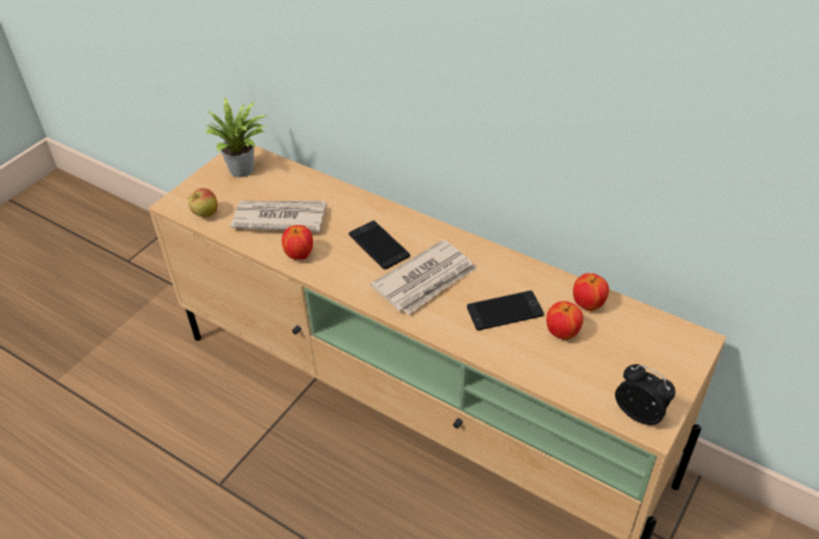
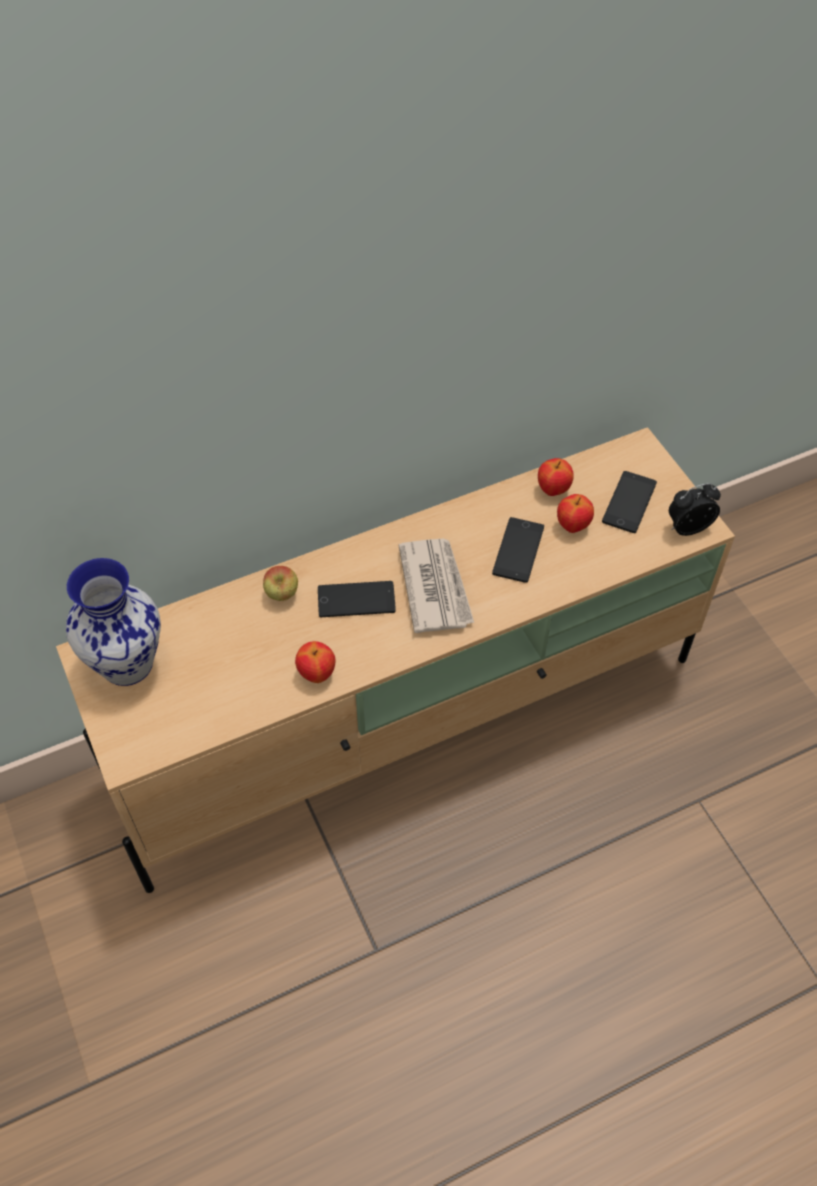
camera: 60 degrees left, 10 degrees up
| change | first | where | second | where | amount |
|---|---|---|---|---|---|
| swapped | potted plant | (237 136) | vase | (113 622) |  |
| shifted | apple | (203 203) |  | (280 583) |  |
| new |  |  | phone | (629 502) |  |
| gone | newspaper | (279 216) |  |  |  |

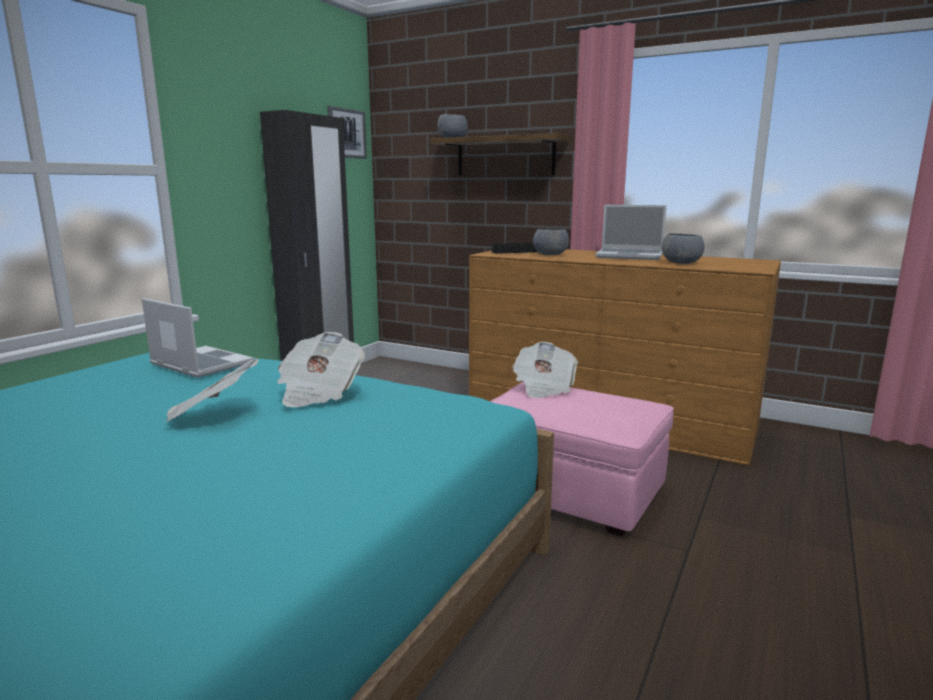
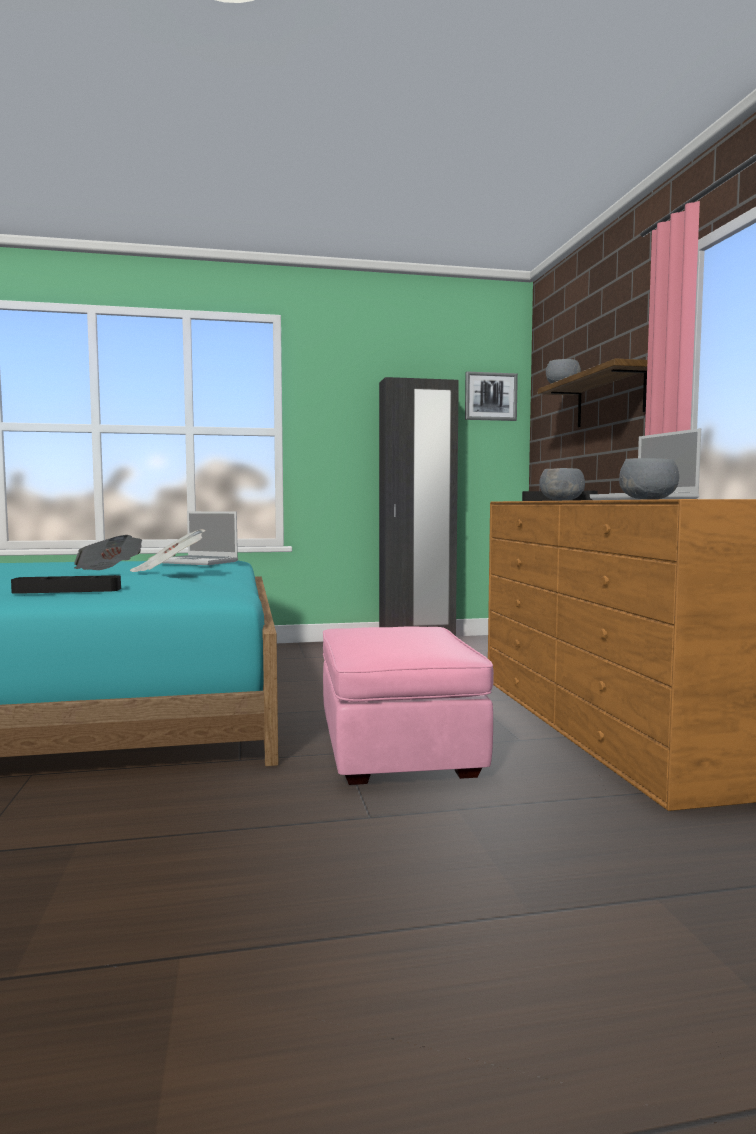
camera: 50 degrees right, 10 degrees down
| change | first | where | second | where | amount |
|---|---|---|---|---|---|
| new |  |  | black tray | (66 584) |  |
| rotated | laptop | (198 338) |  | (200 538) | 120 degrees clockwise |
| gone | newspaper | (545 370) |  |  |  |

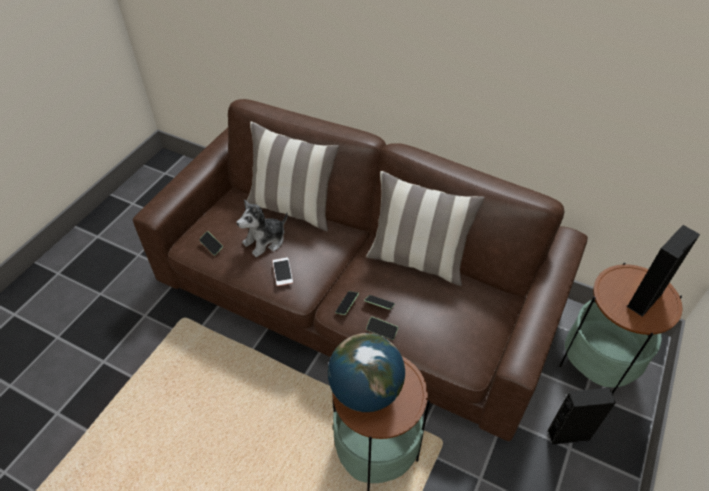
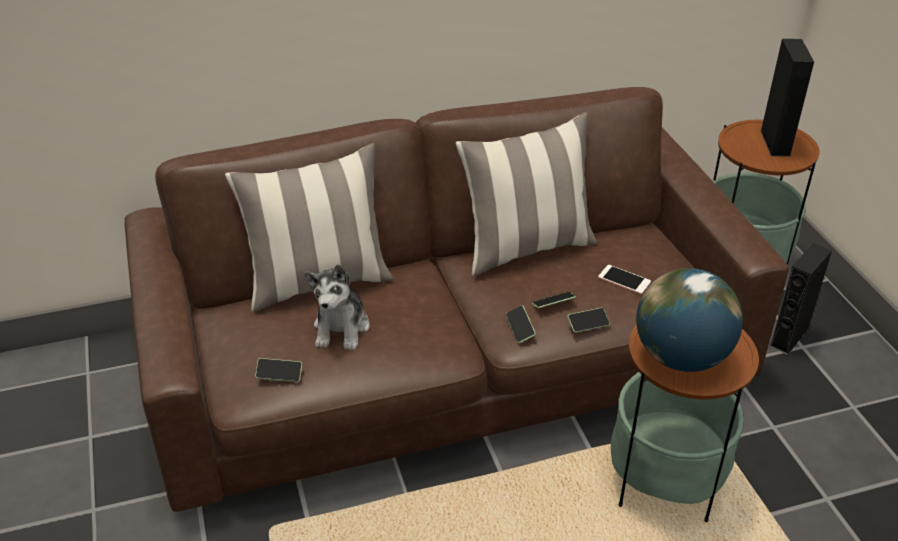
camera: 45 degrees left, 10 degrees down
| change | first | where | second | where | amount |
|---|---|---|---|---|---|
| shifted | phone | (282 272) |  | (624 279) |  |

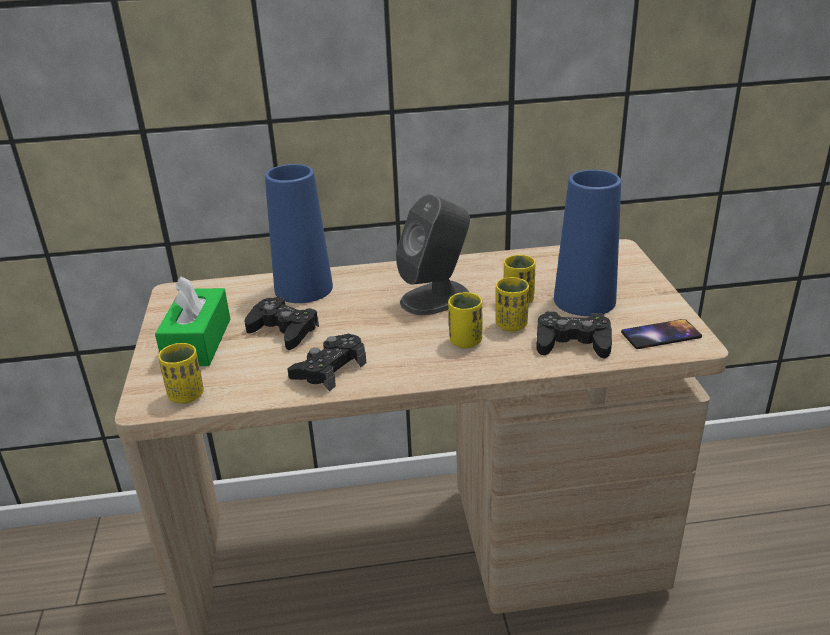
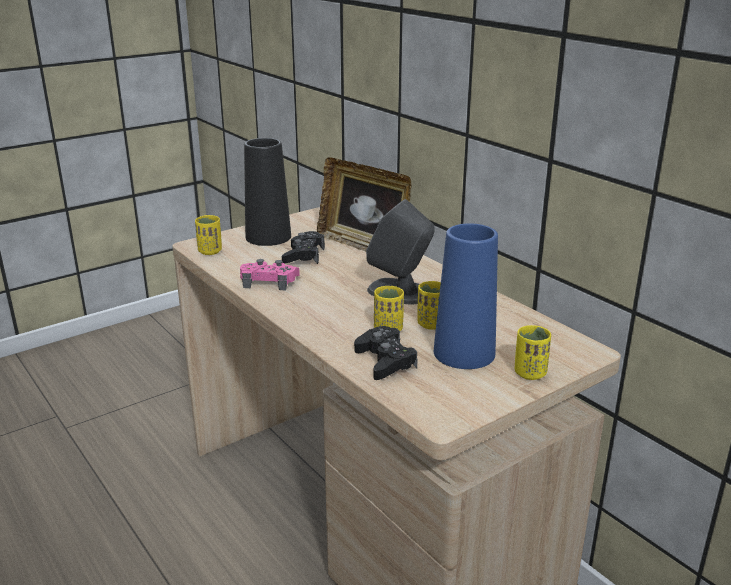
camera: 60 degrees right, 5 degrees down
| change | first | where | second | where | amount |
|---|---|---|---|---|---|
| repainted | black game controller | (327 362) | pink game controller | (270 274) |  |
| swapped | green tissue box | (192 321) | black vase | (267 192) |  |
| swapped | blue vase | (299 233) | picture frame | (364 204) |  |
| shifted | yellow cup | (465 320) |  | (532 352) |  |
| gone | phone | (661 334) |  |  |  |

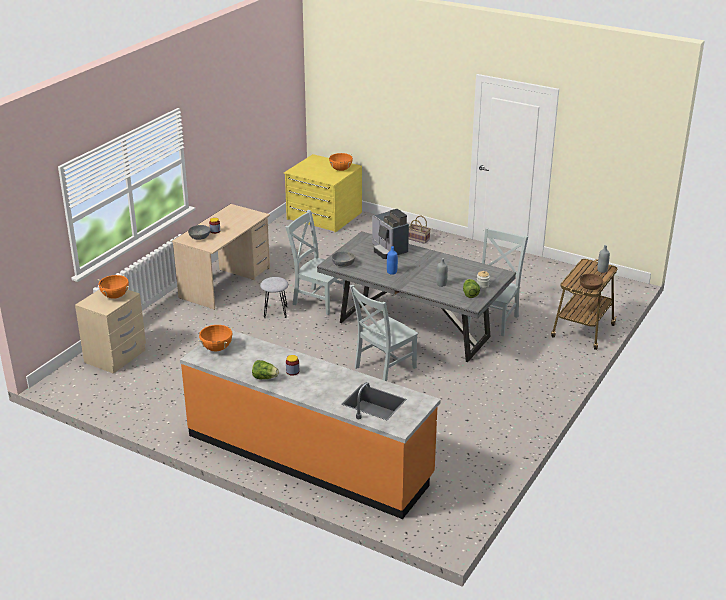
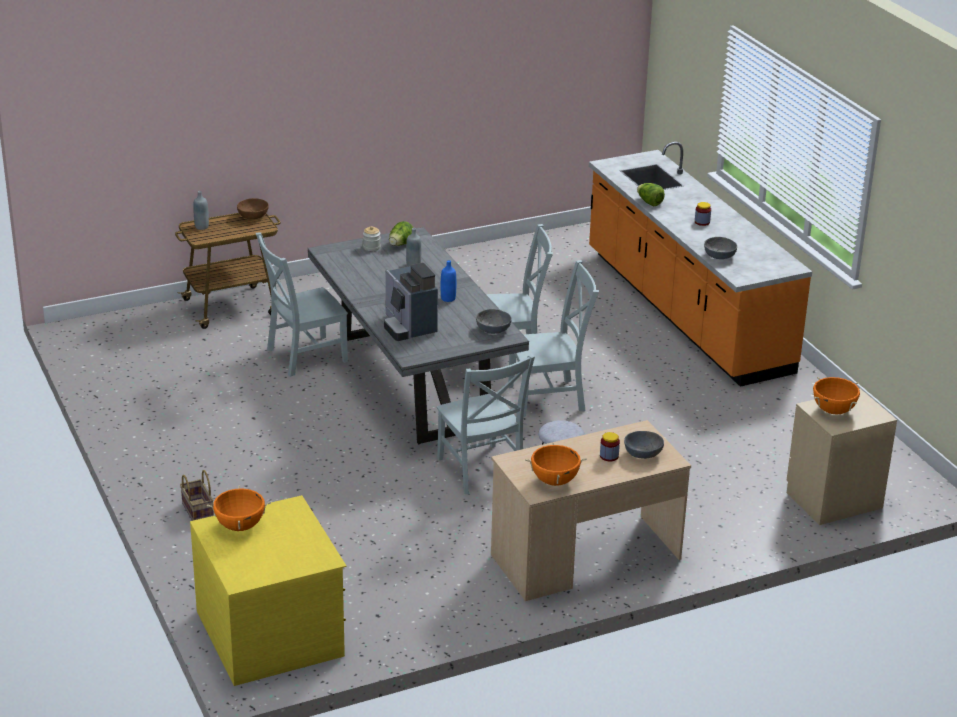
camera: 145 degrees left, 0 degrees up
| change | first | where | second | where | amount |
|---|---|---|---|---|---|
| rotated | coffee machine | (390 234) |  | (411 302) | 150 degrees clockwise |
| new |  |  | grey chair | (553 338) |  |
| shifted | orange cooking pot | (215 338) |  | (556 464) |  |
| shifted | lettuce | (265 369) |  | (651 194) |  |
| new |  |  | grey bowl | (720 248) |  |

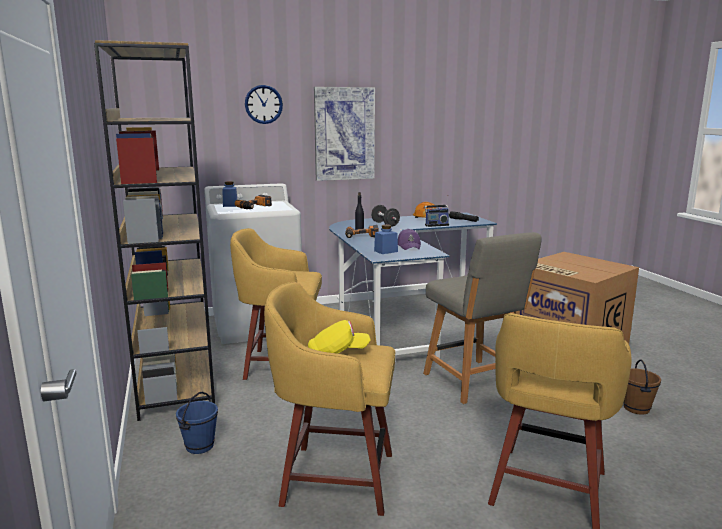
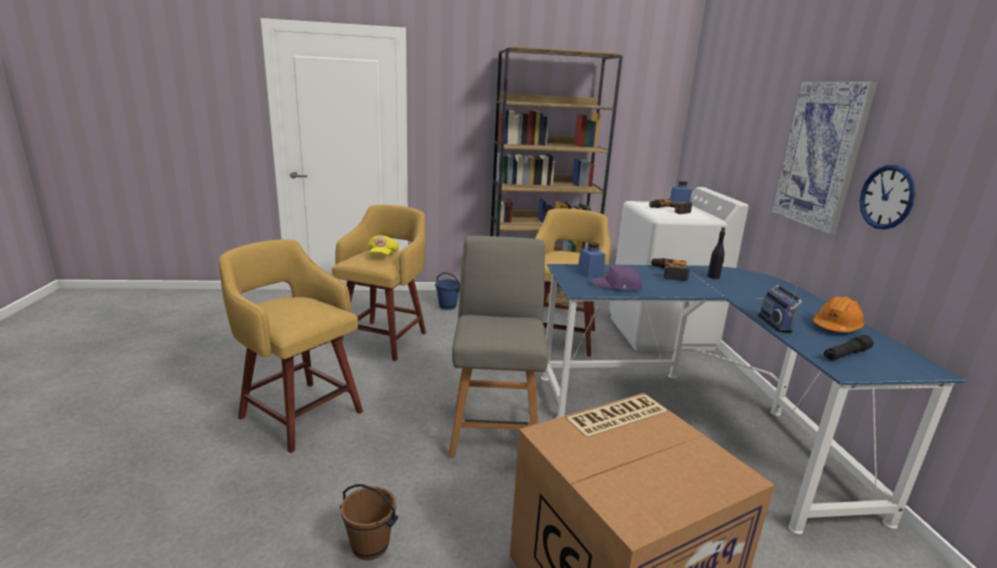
camera: 100 degrees right, 5 degrees up
| change | first | where | second | where | amount |
|---|---|---|---|---|---|
| rotated | grey chair | (482 318) |  | (499 347) | 105 degrees clockwise |
| shifted | wall clock | (264 104) |  | (888 197) |  |
| gone | black dumbbell | (385 216) |  |  |  |

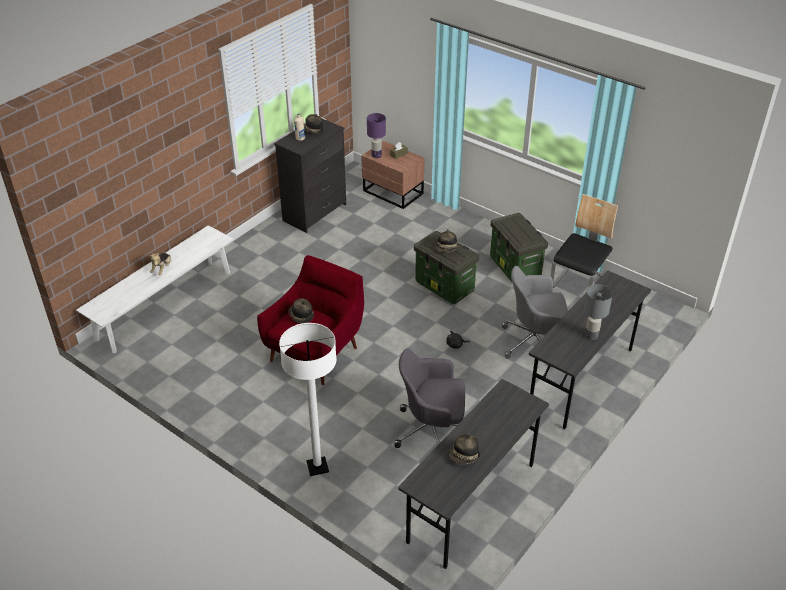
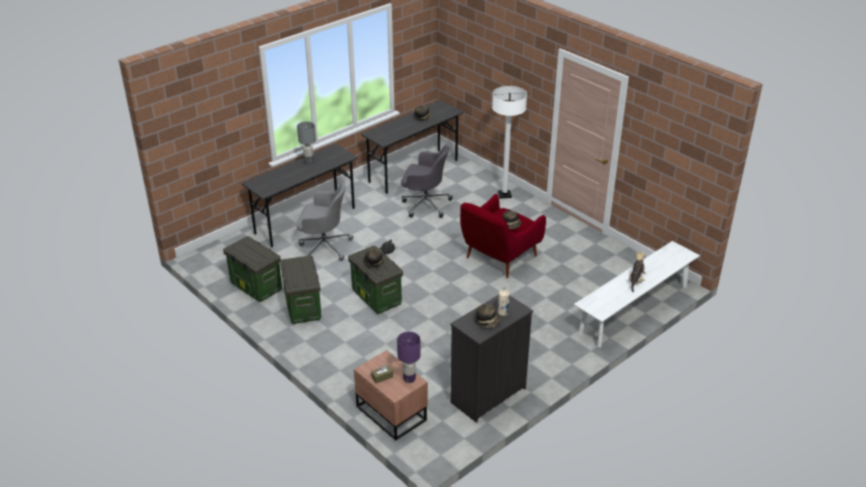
camera: 170 degrees left, 5 degrees down
| change | first | where | second | where | amount |
|---|---|---|---|---|---|
| swapped | chair | (584 241) | storage box | (252 269) |  |

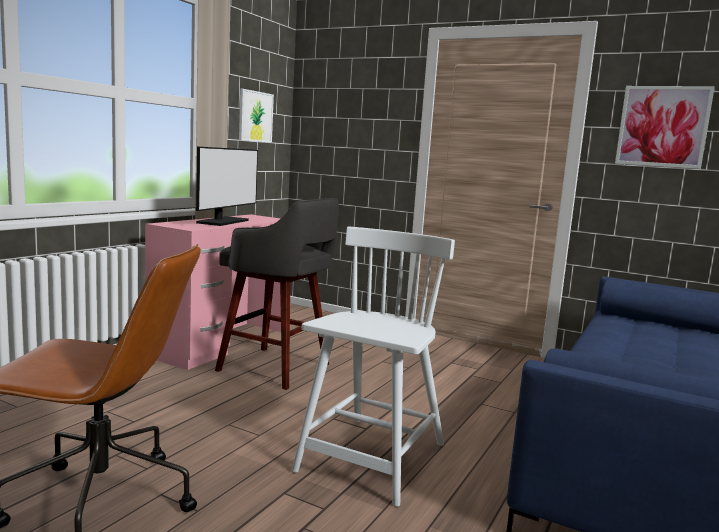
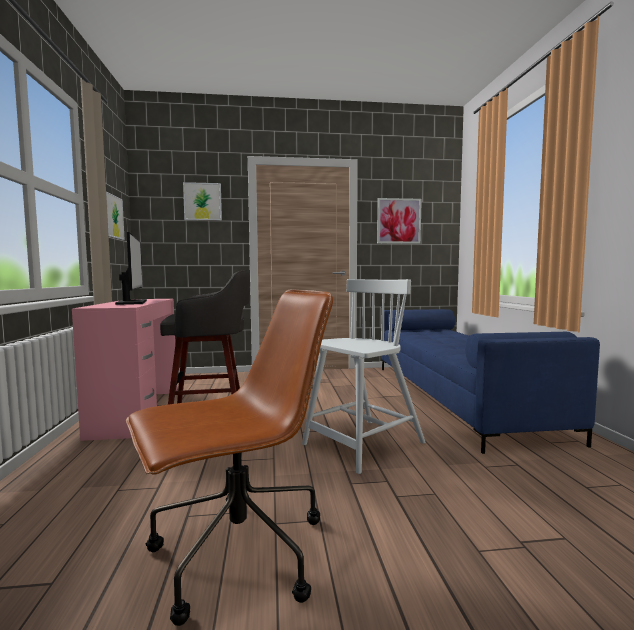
camera: 35 degrees left, 5 degrees down
| change | first | where | second | where | amount |
|---|---|---|---|---|---|
| new |  |  | picture | (202 201) |  |
| rotated | white chair | (373 367) |  | (364 376) | 60 degrees clockwise |

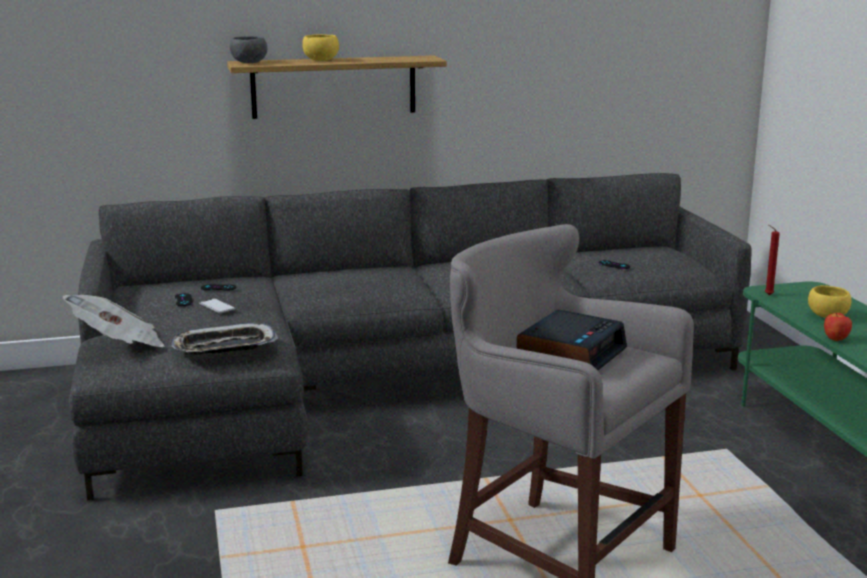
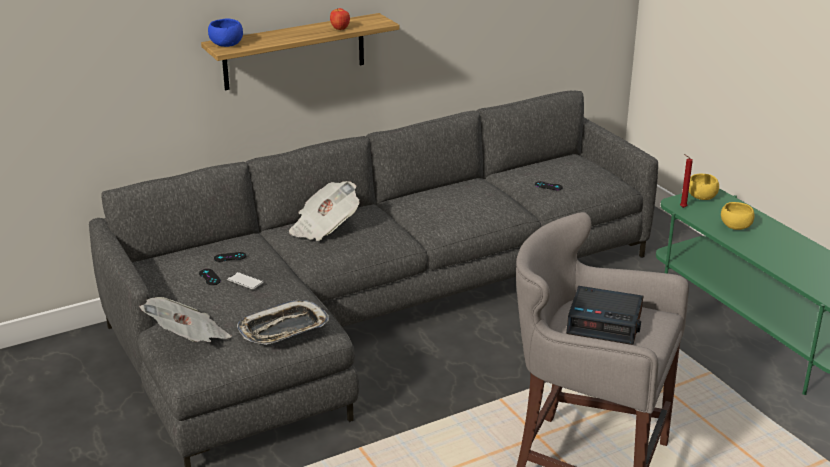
camera: 15 degrees left, 10 degrees up
| change | first | where | second | where | amount |
|---|---|---|---|---|---|
| repainted | grey bowl | (248 49) | blue bowl | (225 33) |  |
| new |  |  | newspaper | (324 211) |  |
| shifted | apple | (838 327) |  | (340 19) |  |
| rotated | alarm clock | (572 340) |  | (604 315) | 90 degrees clockwise |
| shifted | yellow bowl | (320 47) |  | (704 187) |  |

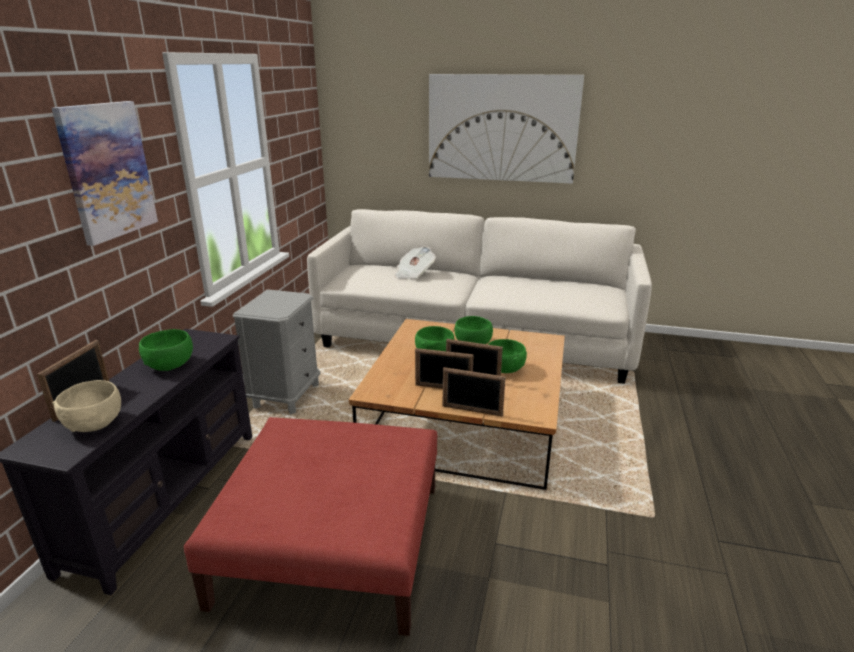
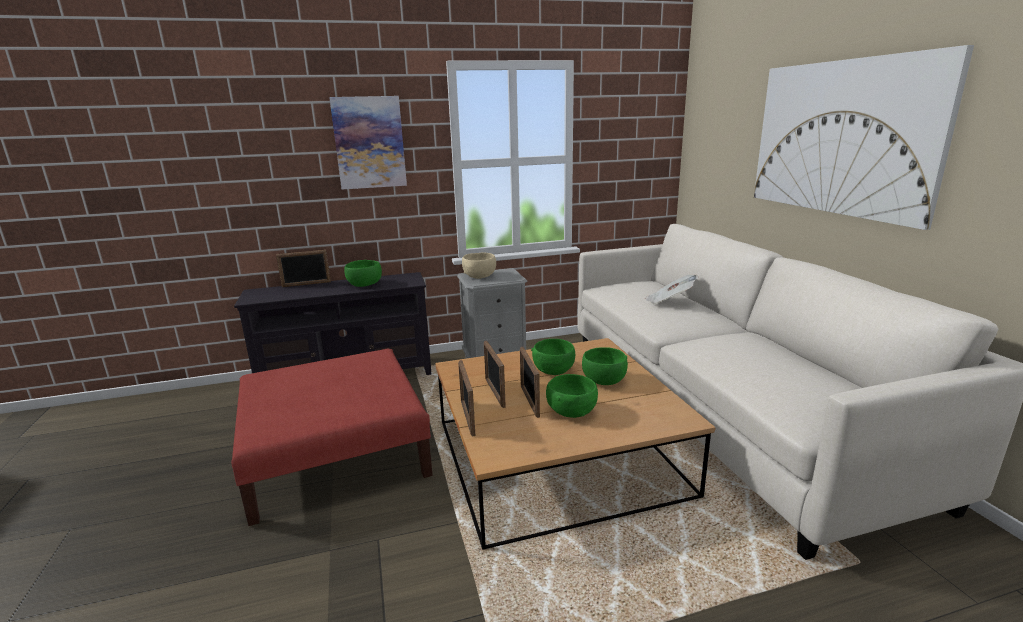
camera: 60 degrees right, 5 degrees down
| change | first | where | second | where | amount |
|---|---|---|---|---|---|
| shifted | beige bowl | (86 406) |  | (479 265) |  |

